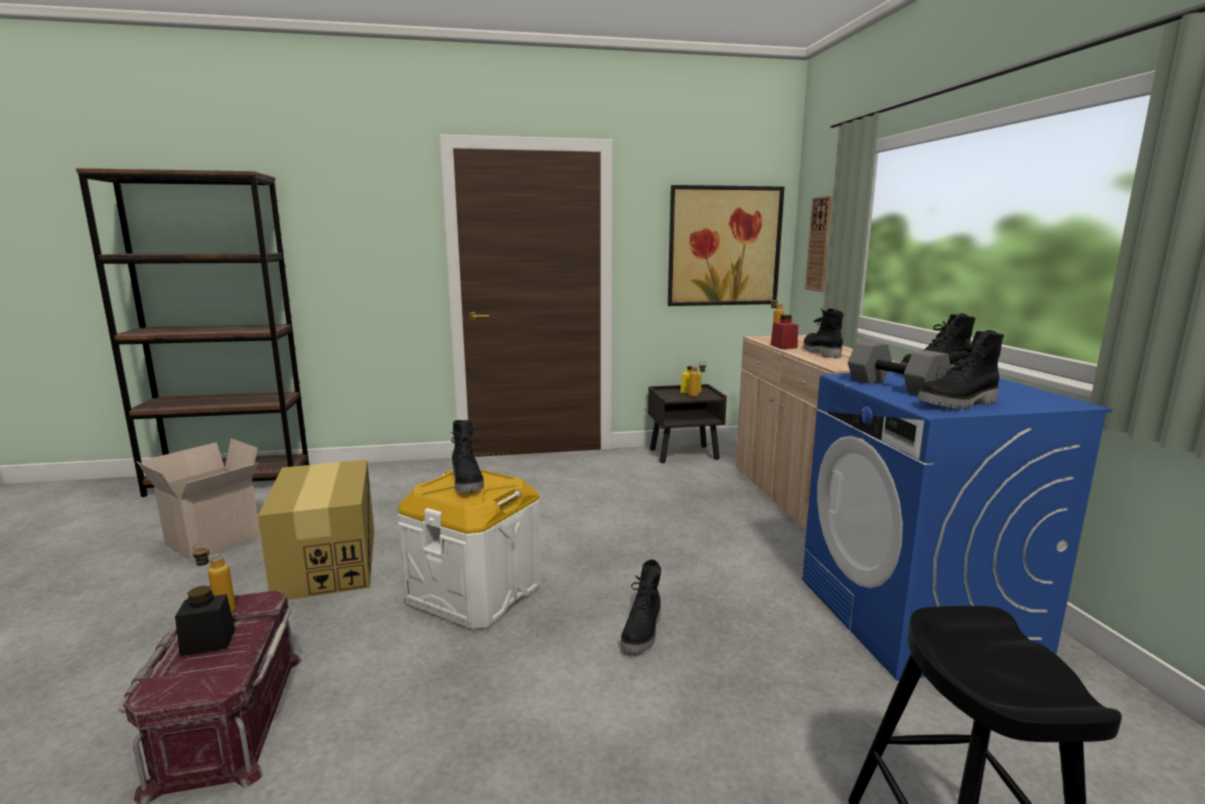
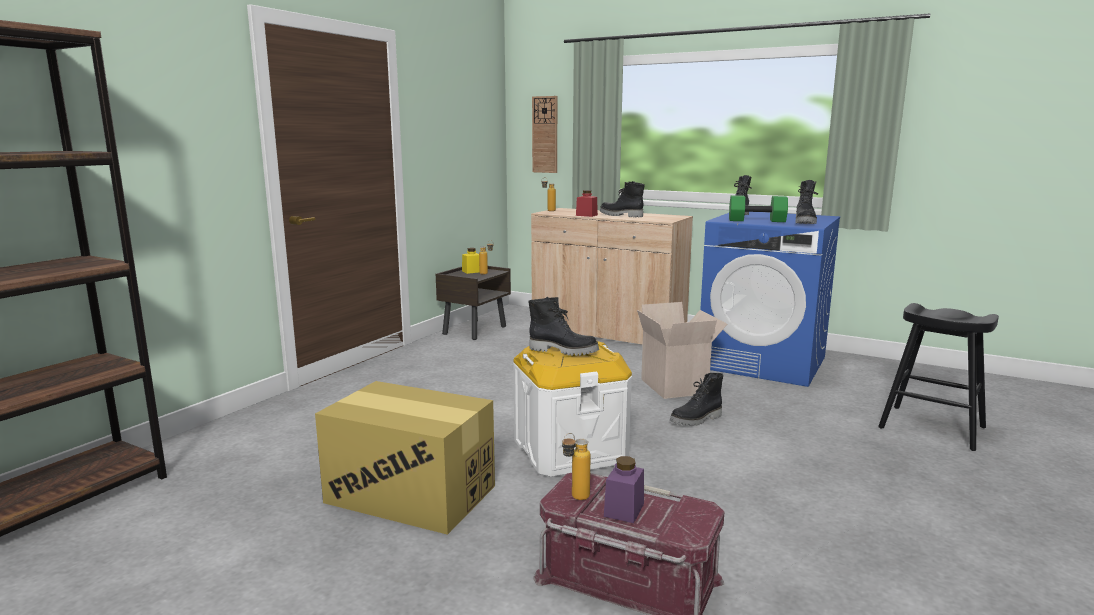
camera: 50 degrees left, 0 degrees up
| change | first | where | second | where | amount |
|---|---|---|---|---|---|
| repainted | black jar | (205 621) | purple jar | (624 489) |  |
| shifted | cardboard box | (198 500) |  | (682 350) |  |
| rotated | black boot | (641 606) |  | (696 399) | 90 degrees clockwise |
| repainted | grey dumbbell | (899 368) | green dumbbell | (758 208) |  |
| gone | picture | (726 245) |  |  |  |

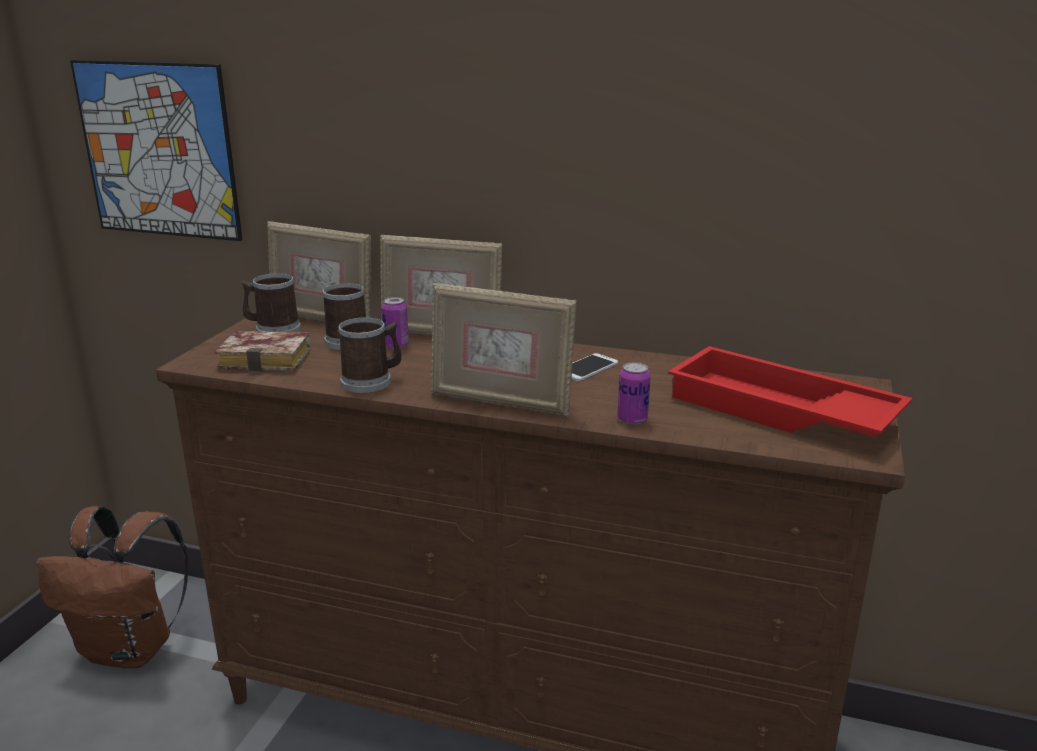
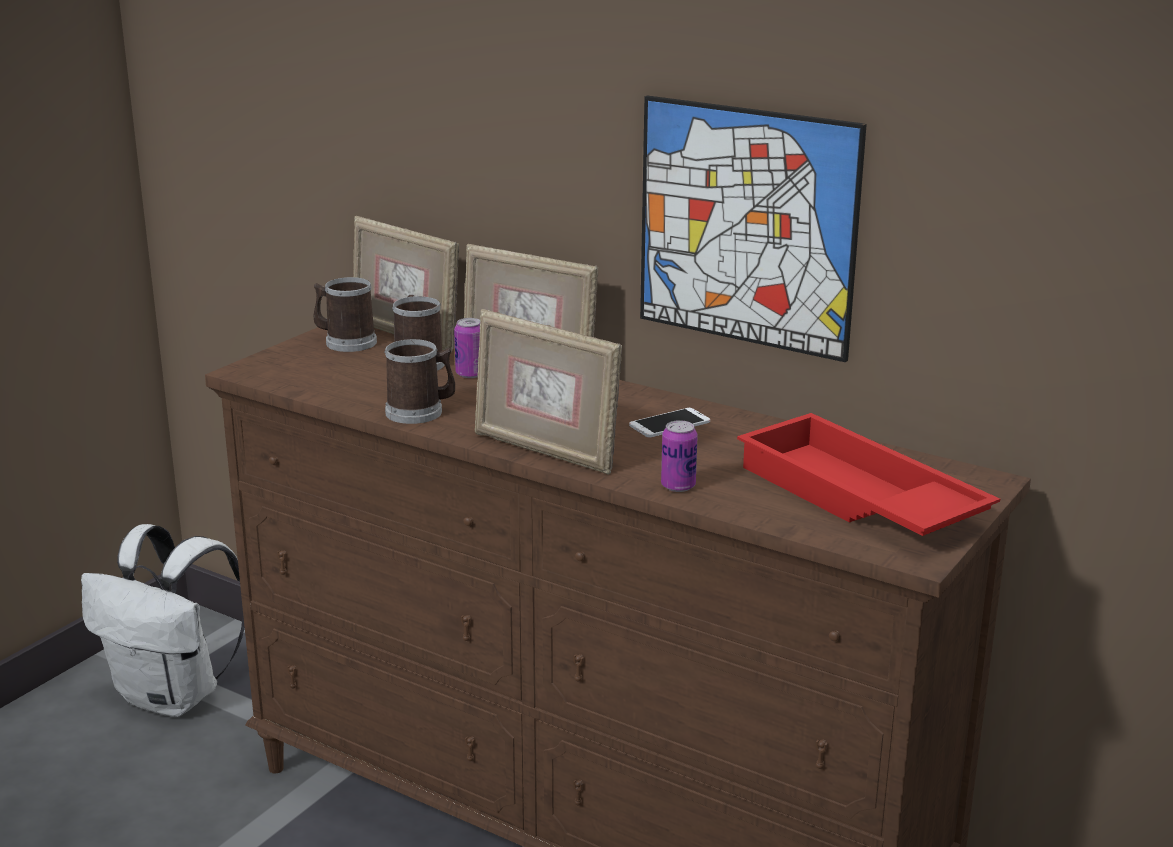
camera: 15 degrees right, 0 degrees up
| change | first | where | second | where | amount |
|---|---|---|---|---|---|
| repainted | brown backpack | (112 587) | white backpack | (163 620) |  |
| shifted | picture | (156 150) |  | (753 228) |  |
| gone | book | (263 351) |  |  |  |

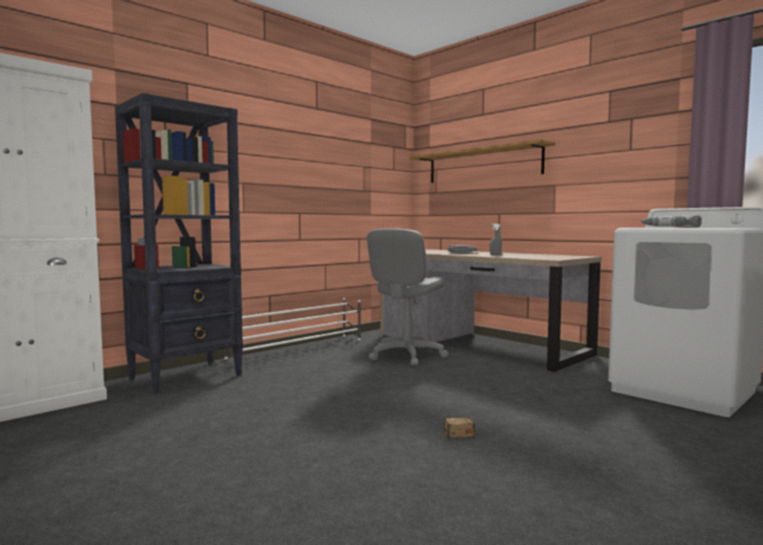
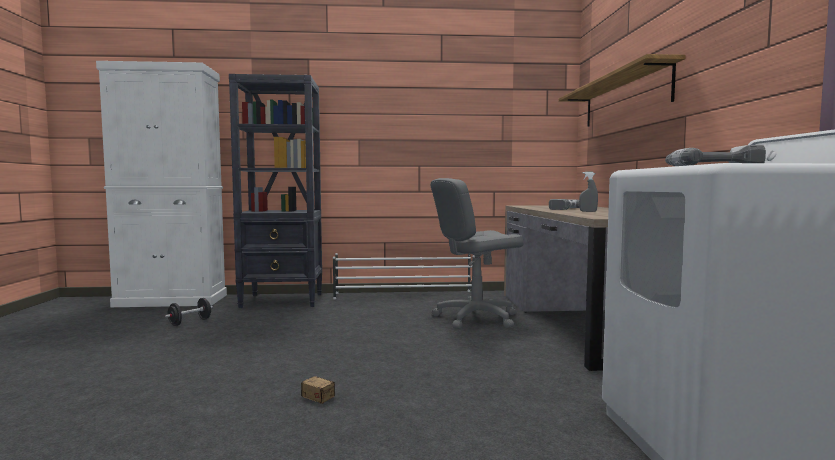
camera: 40 degrees right, 0 degrees up
| change | first | where | second | where | amount |
|---|---|---|---|---|---|
| new |  |  | black dumbbell | (189 312) |  |

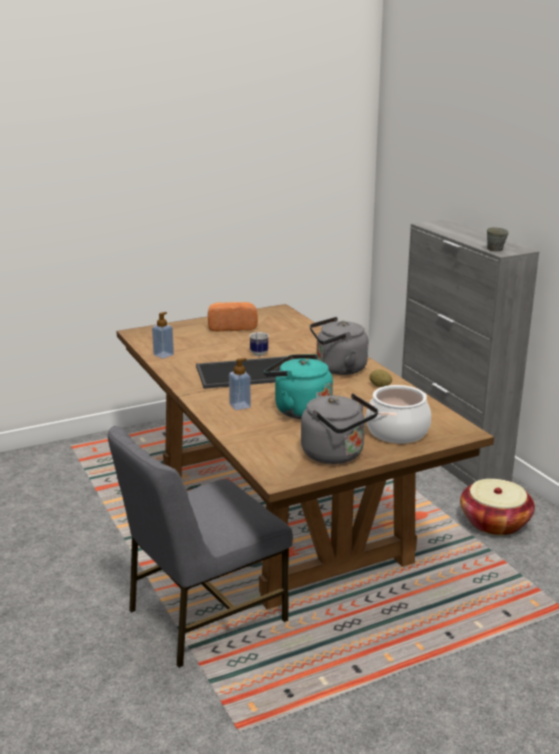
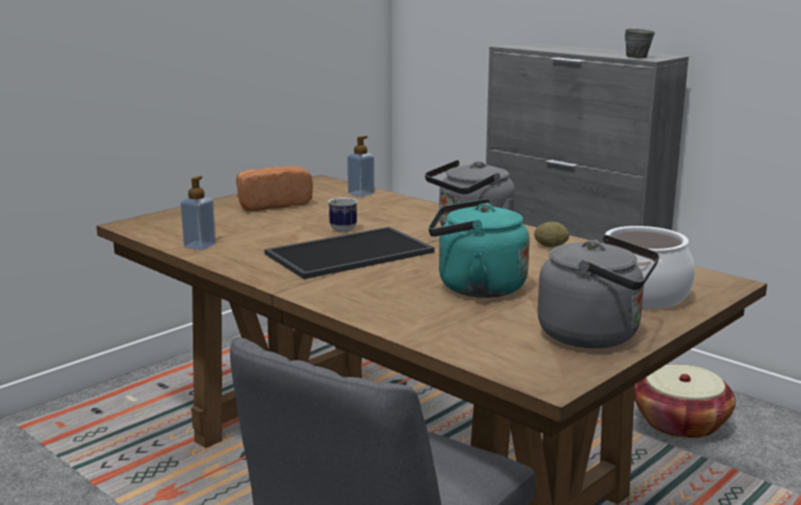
camera: 20 degrees left, 5 degrees down
| change | first | where | second | where | amount |
|---|---|---|---|---|---|
| shifted | soap dispenser | (240 384) |  | (360 166) |  |

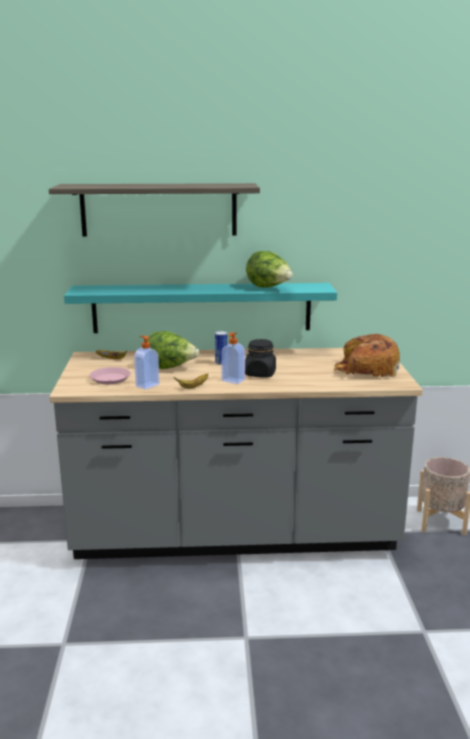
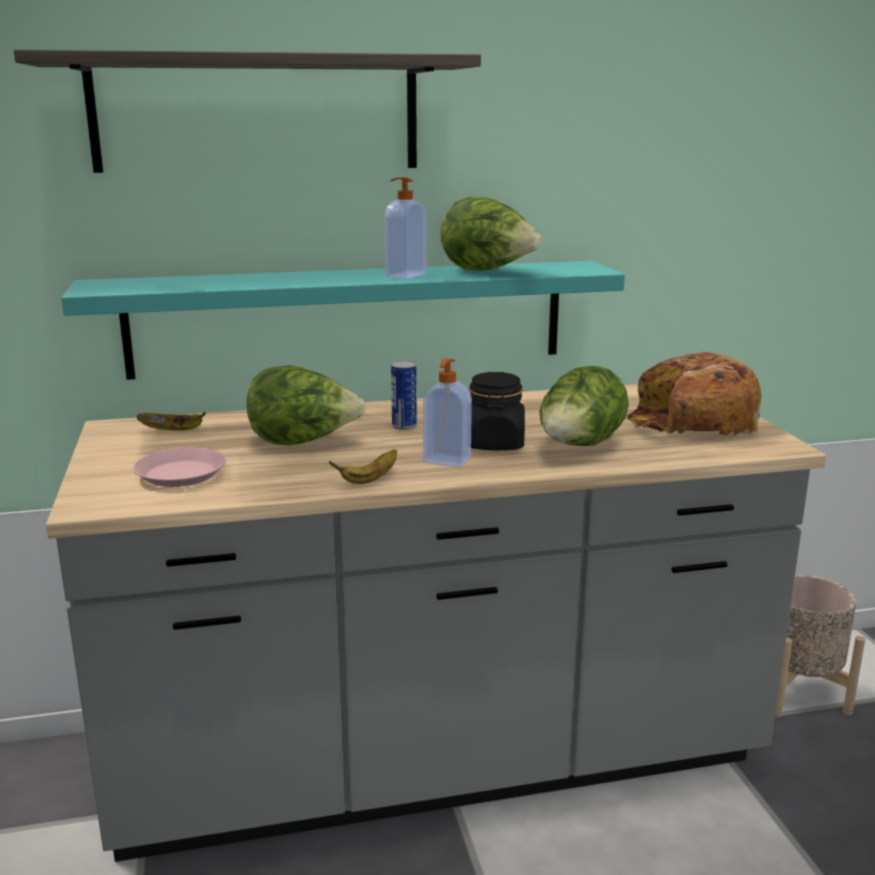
camera: 10 degrees left, 0 degrees up
| change | first | where | second | where | amount |
|---|---|---|---|---|---|
| shifted | soap dispenser | (147 363) |  | (405 228) |  |
| new |  |  | lettuce | (584 406) |  |

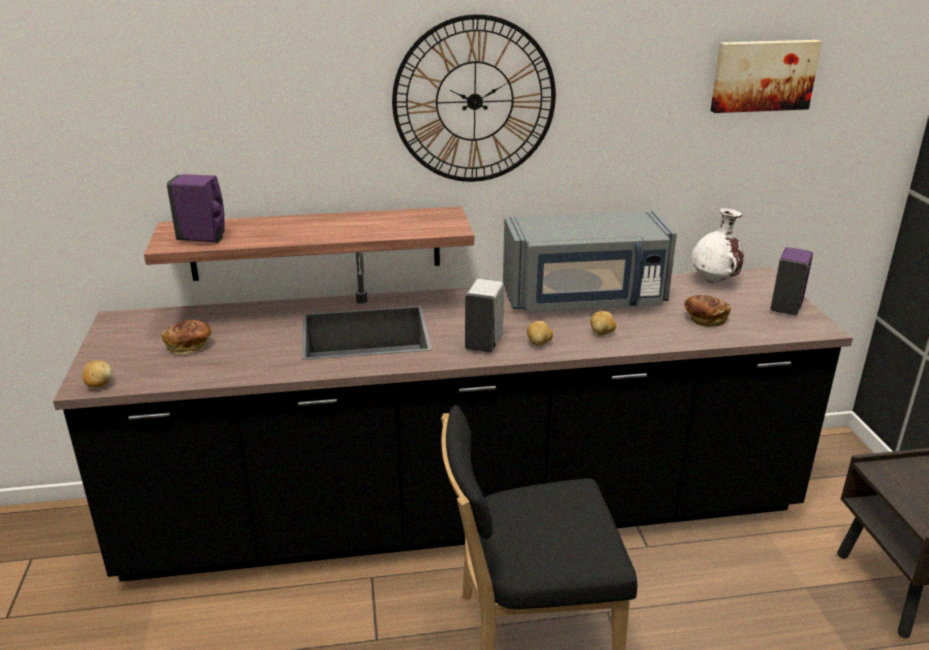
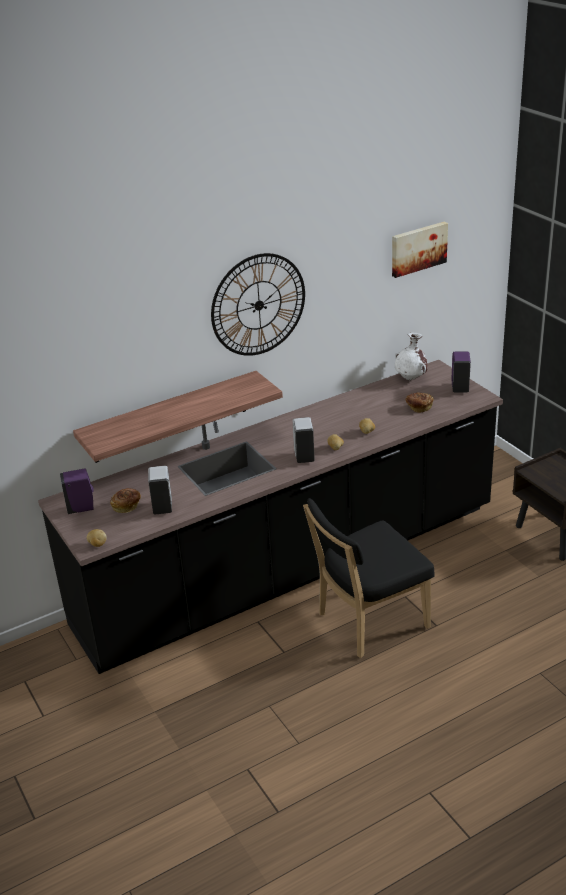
camera: 20 degrees left, 5 degrees up
| change | first | where | second | where | amount |
|---|---|---|---|---|---|
| shifted | purple soap dispenser | (195 208) |  | (77 491) |  |
| new |  |  | white soap dispenser | (160 490) |  |
| gone | grey microwave | (590 261) |  |  |  |

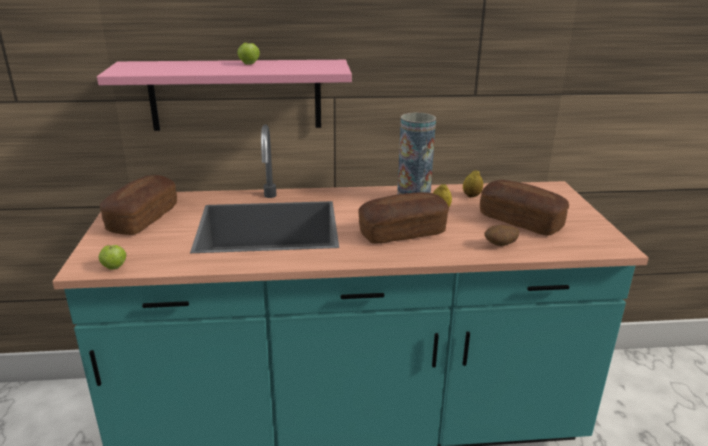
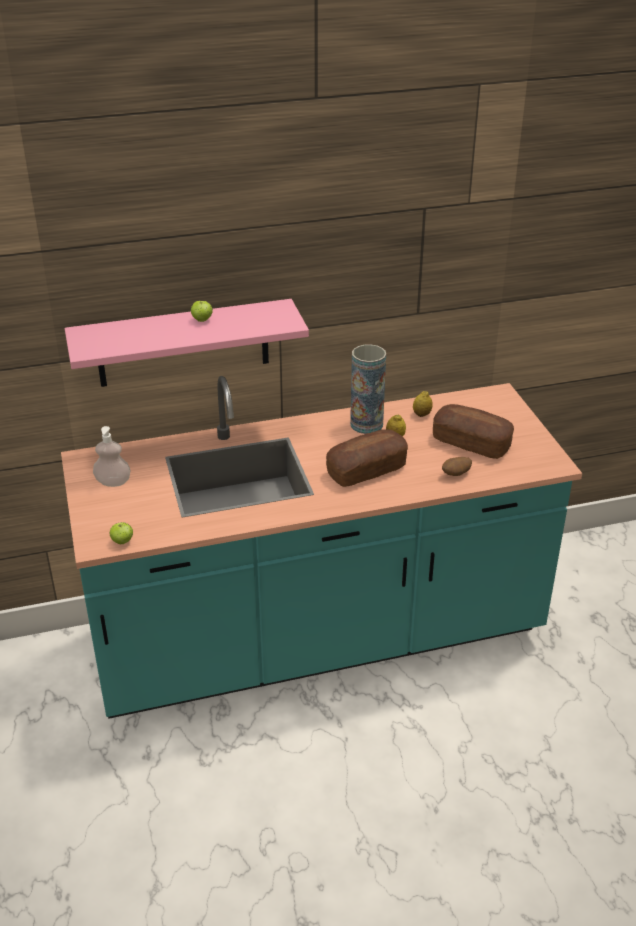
camera: 10 degrees left, 10 degrees up
| change | first | where | second | where | amount |
|---|---|---|---|---|---|
| swapped | bread | (138 205) | soap dispenser | (112 456) |  |

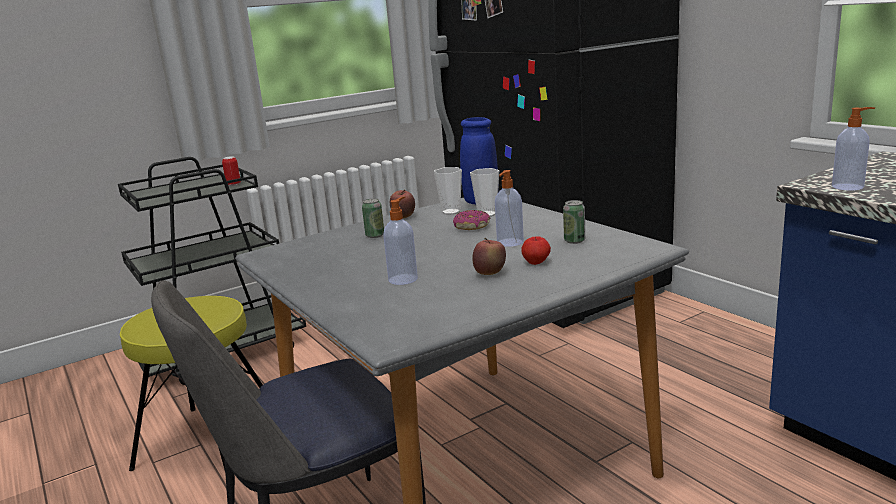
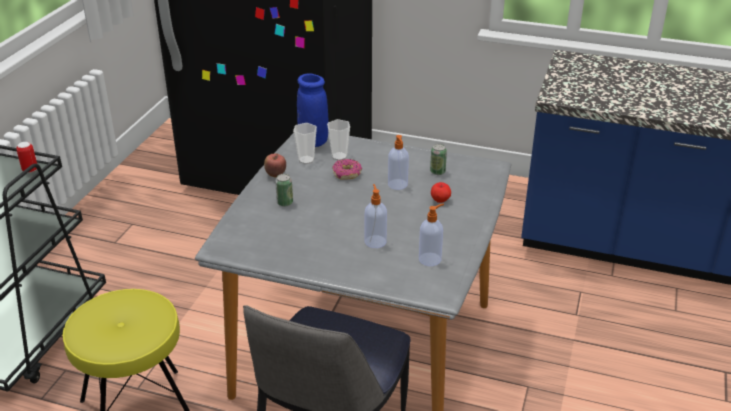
camera: 40 degrees left, 15 degrees up
| change | first | where | second | where | amount |
|---|---|---|---|---|---|
| shifted | soap dispenser | (853 149) |  | (431 235) |  |
| gone | apple | (489 256) |  |  |  |

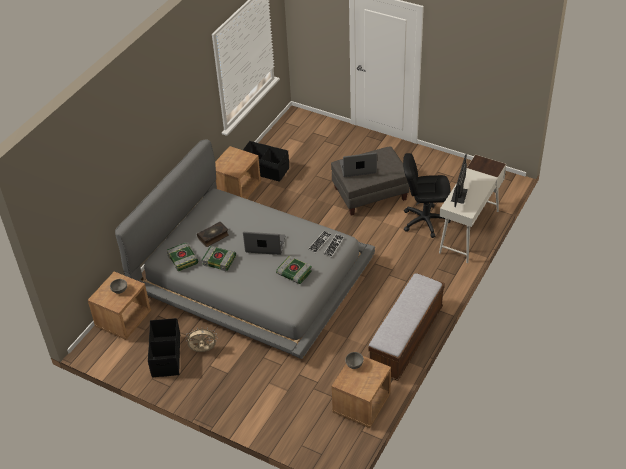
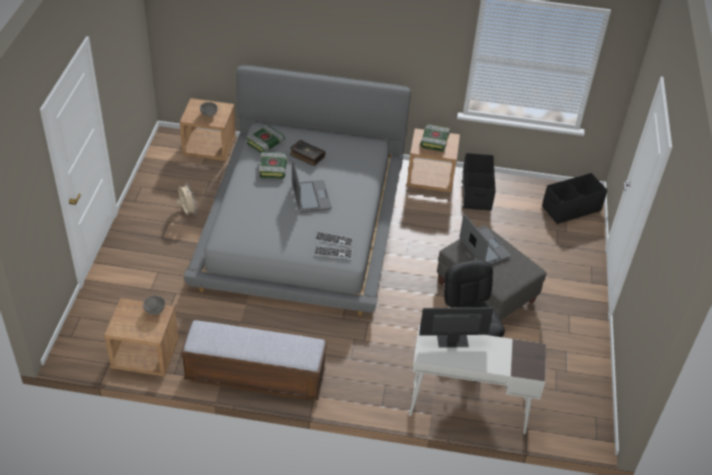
camera: 65 degrees right, 0 degrees up
| change | first | where | second | where | amount |
|---|---|---|---|---|---|
| shifted | book | (294 270) |  | (435 138) |  |
| shifted | black storage box | (164 347) |  | (574 198) |  |

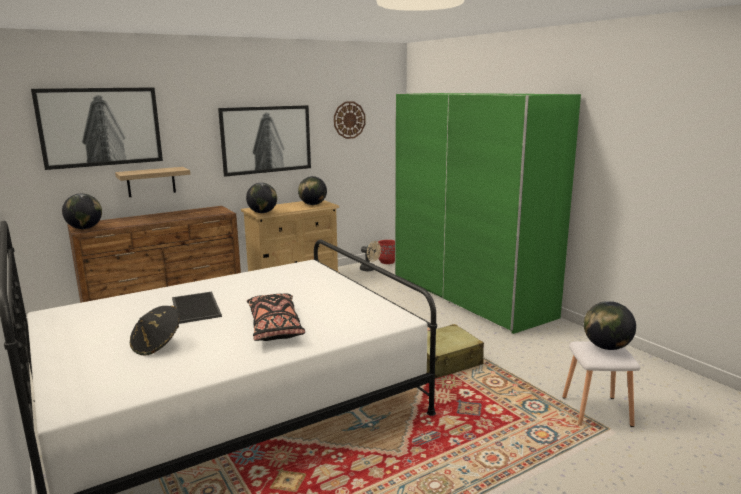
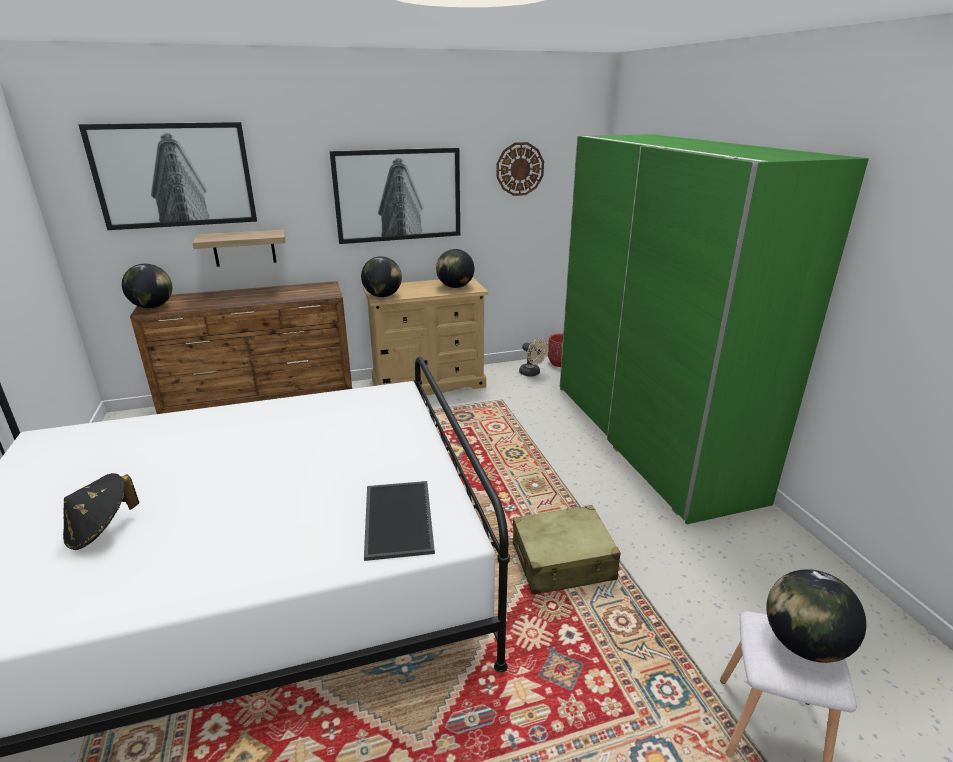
camera: 15 degrees right, 10 degrees up
| change | first | where | second | where | amount |
|---|---|---|---|---|---|
| shifted | tray | (197 308) |  | (399 521) |  |
| gone | black pillow | (276 317) |  |  |  |

